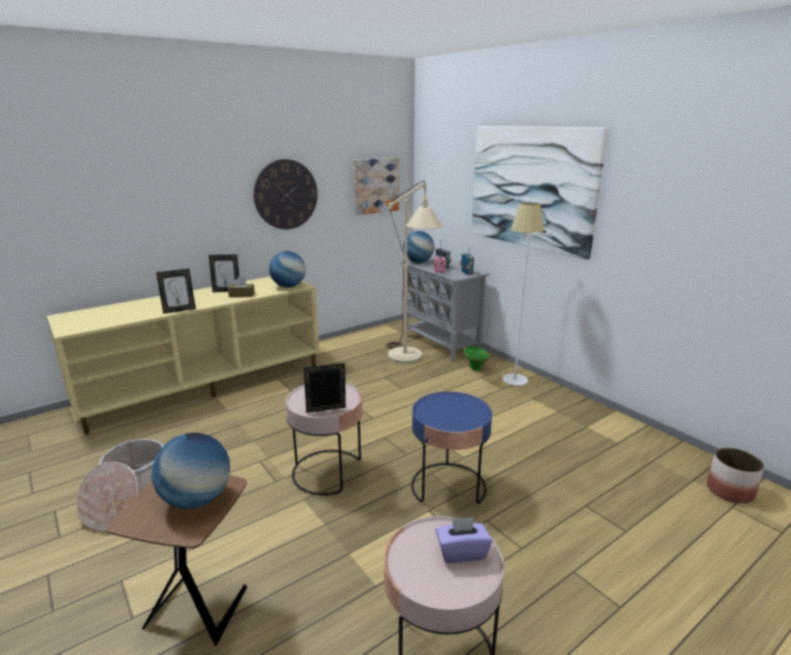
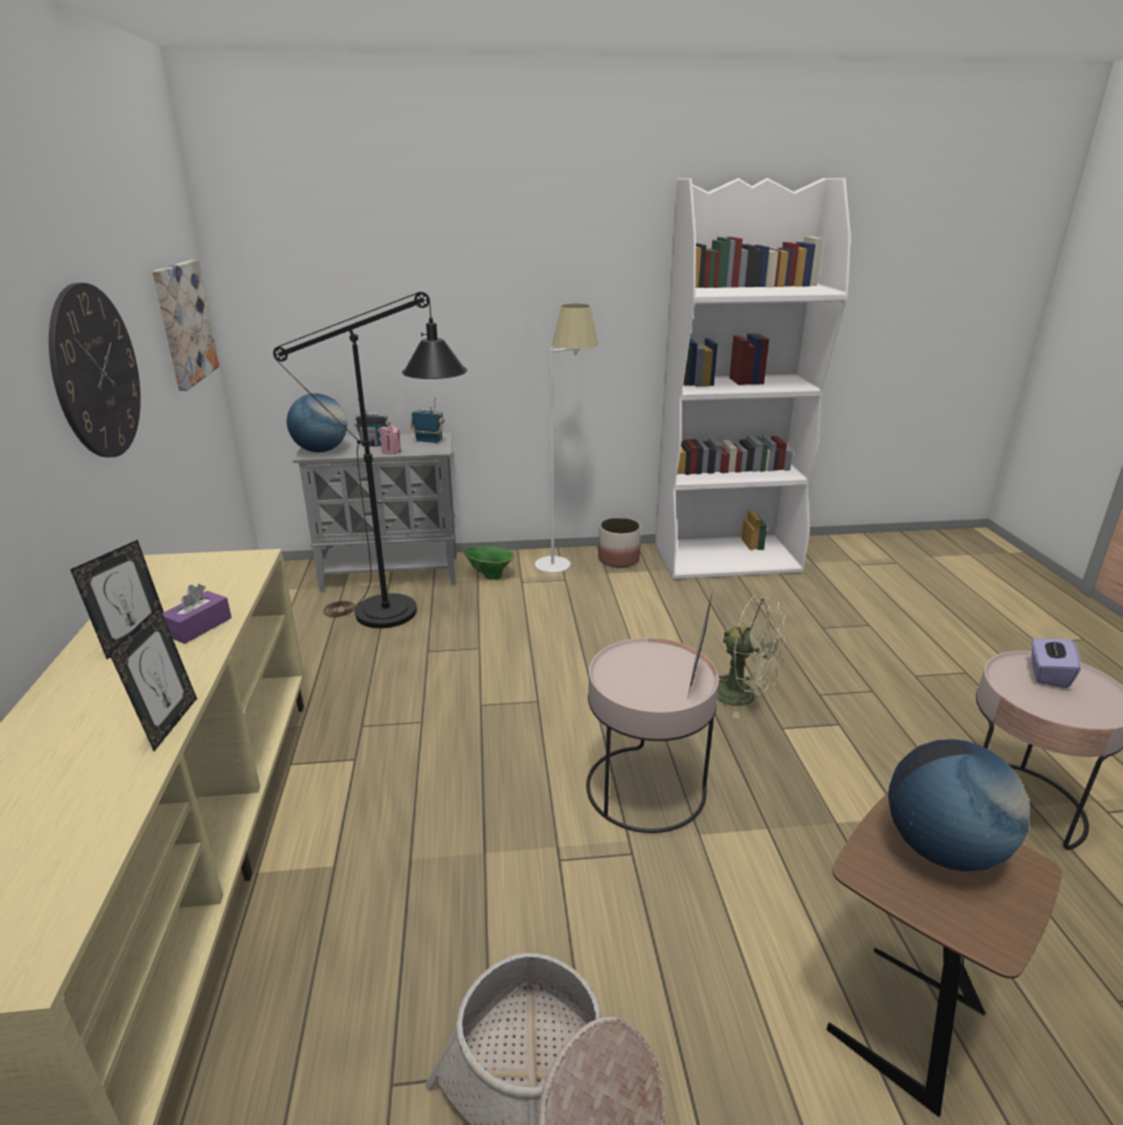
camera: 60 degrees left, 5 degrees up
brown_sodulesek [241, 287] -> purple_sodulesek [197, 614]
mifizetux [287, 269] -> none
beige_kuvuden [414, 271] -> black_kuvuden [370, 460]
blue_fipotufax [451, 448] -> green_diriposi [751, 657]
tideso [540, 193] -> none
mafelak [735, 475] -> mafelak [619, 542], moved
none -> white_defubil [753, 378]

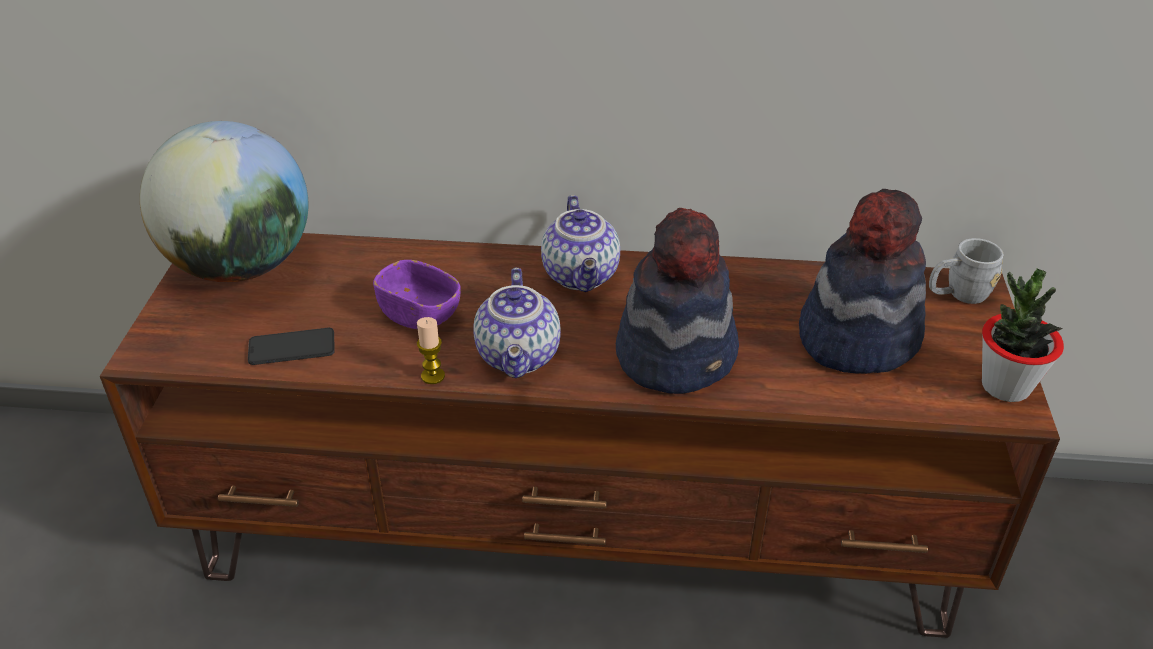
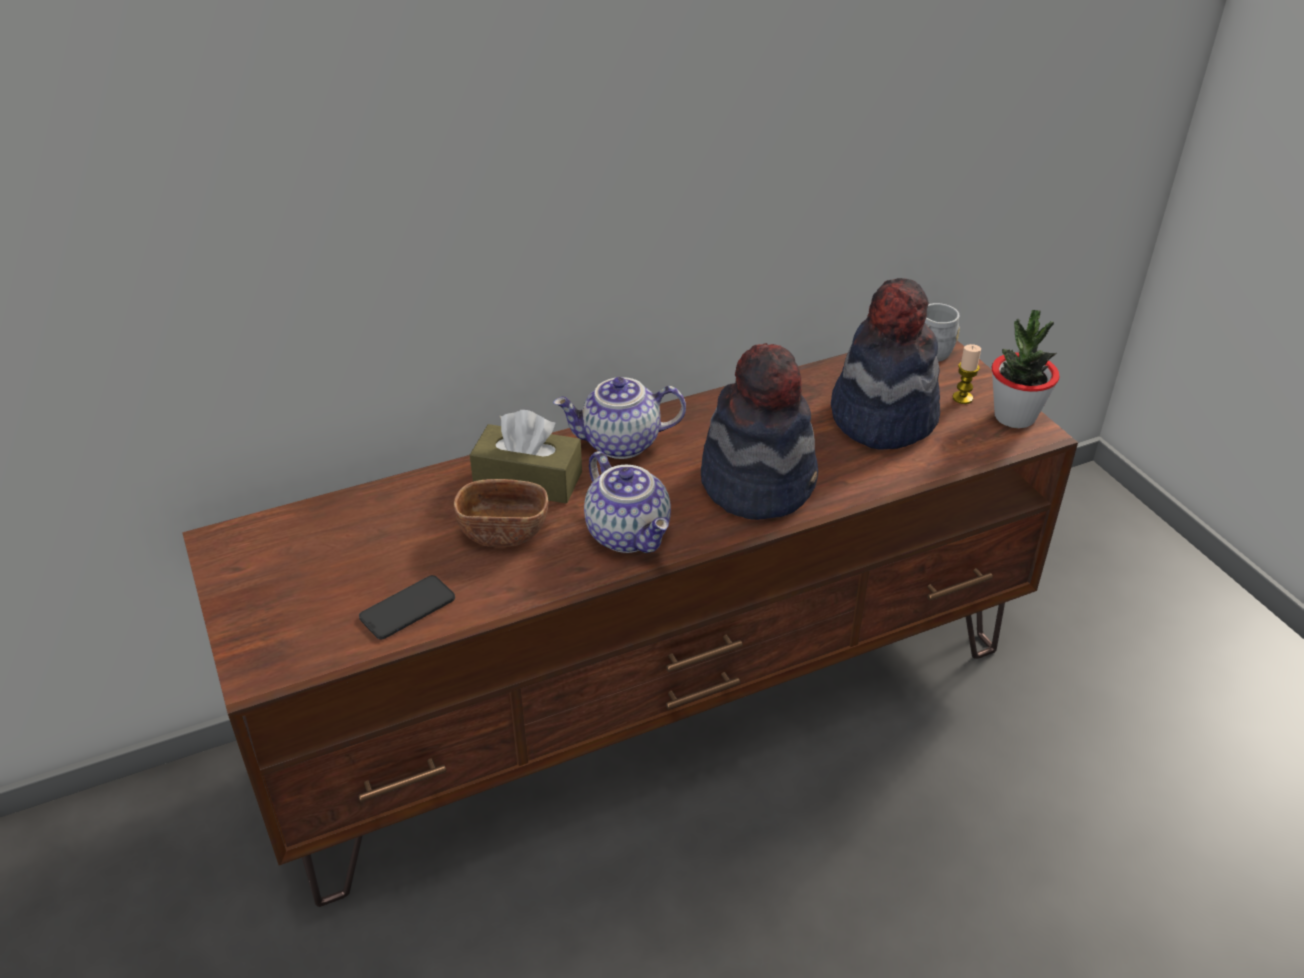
camera: 30 degrees left, 0 degrees up
mifizetux [224, 201] -> none
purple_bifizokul [417, 294] -> brown_bifizokul [501, 513]
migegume [431, 350] -> migegume [967, 374], moved
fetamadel [580, 243] -> fetamadel [619, 418], 120 degrees clockwise
none -> brown_sodulesek [526, 456]

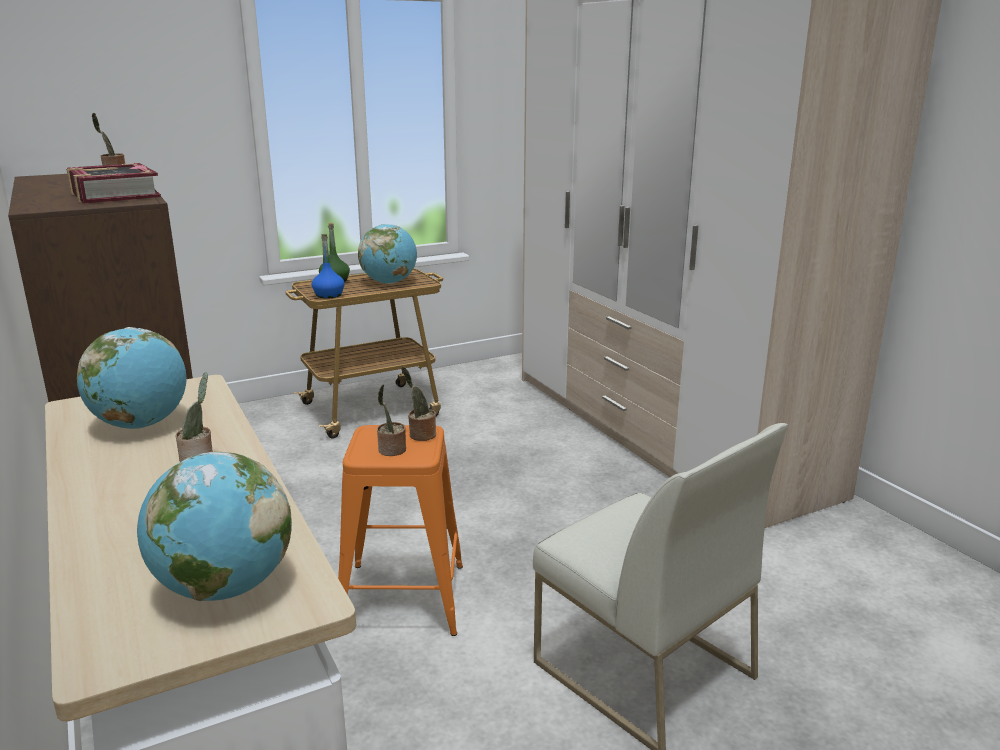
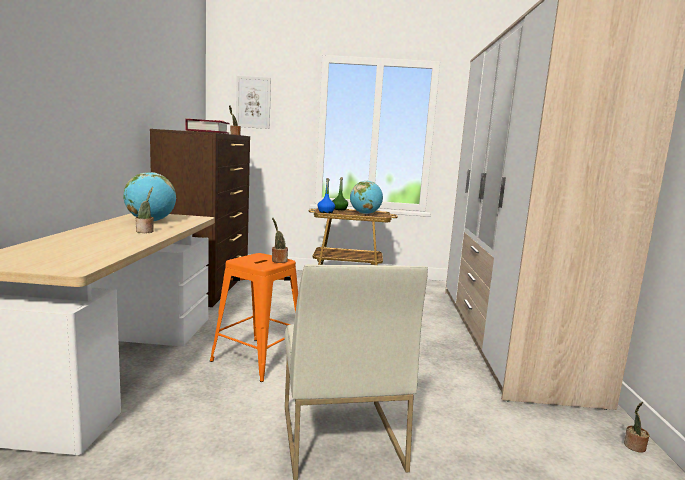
camera: 30 degrees right, 10 degrees down
mifizetux [214, 526] -> none
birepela [391, 420] -> birepela [637, 427], moved
none -> tideso [253, 102]

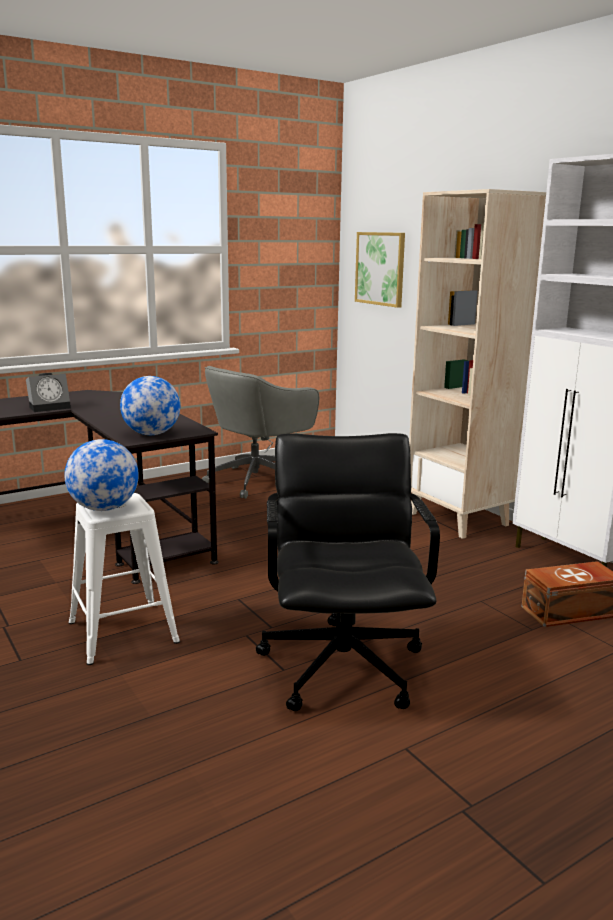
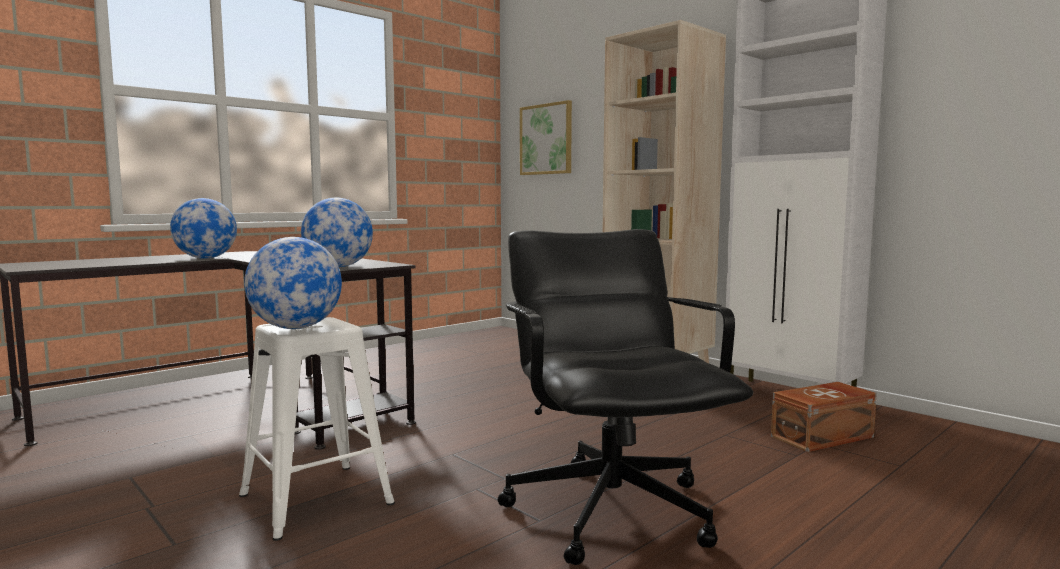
camera: 10 degrees left, 10 degrees down
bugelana [48, 392] -> mifizetux [203, 228]
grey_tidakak [260, 432] -> none

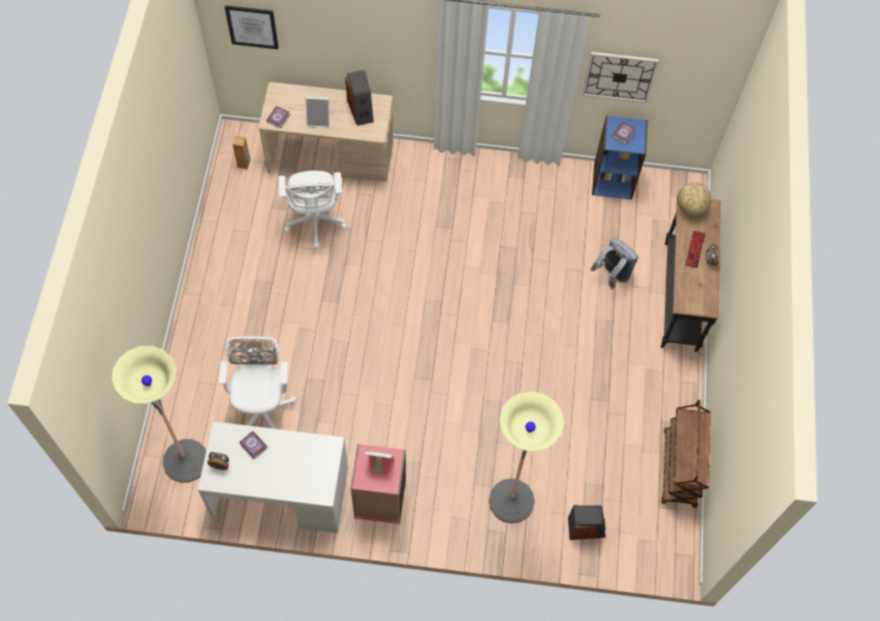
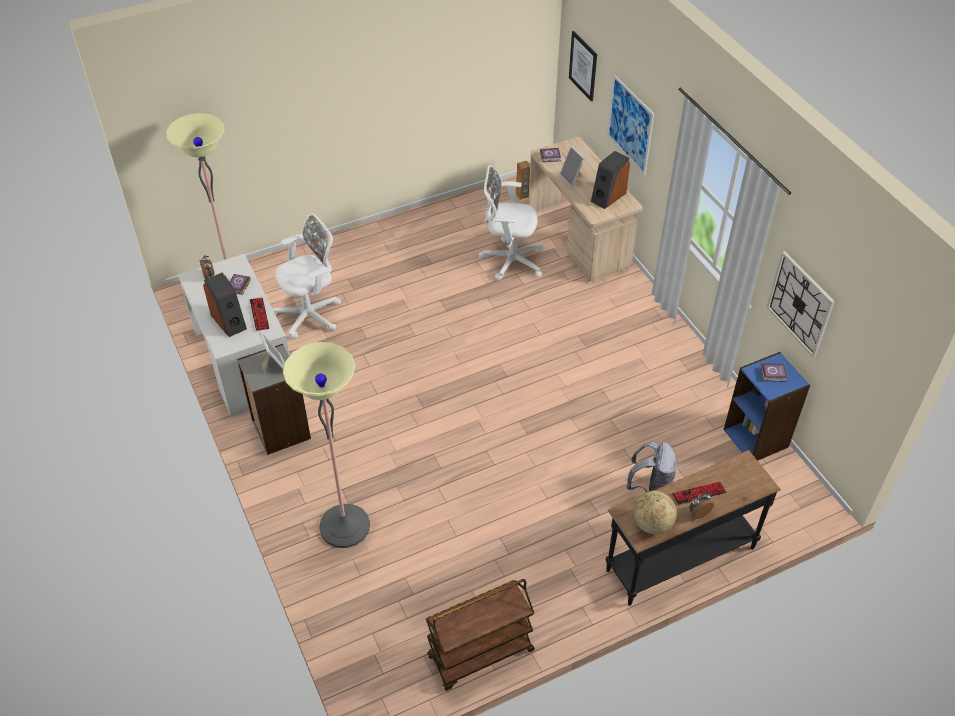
camera: 60 degrees right, 15 degrees down
white_tidakak [312, 209] -> white_tidakak [510, 222], 45 degrees clockwise
red_defubil [378, 484] -> grey_defubil [274, 399]
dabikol [587, 522] -> dabikol [225, 305], moved
mifizetux [694, 199] -> mifizetux [655, 512], moved
none -> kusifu [259, 314]
none -> tideso [630, 125]

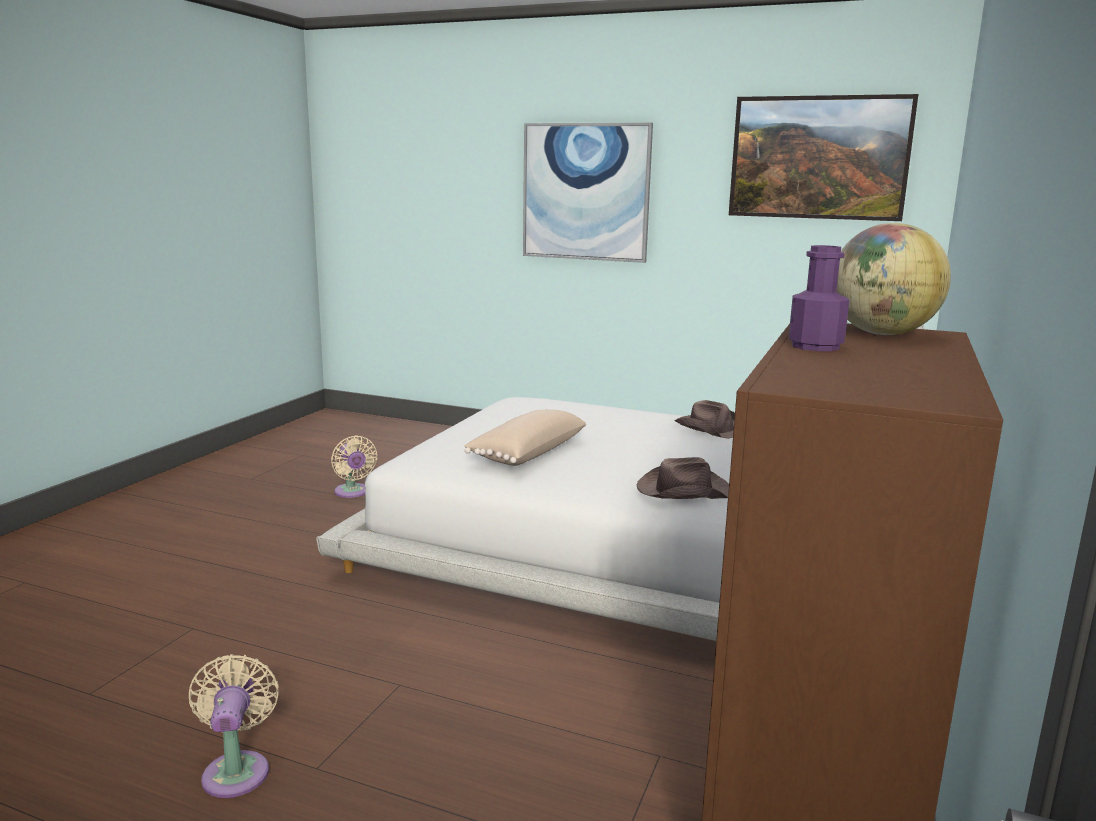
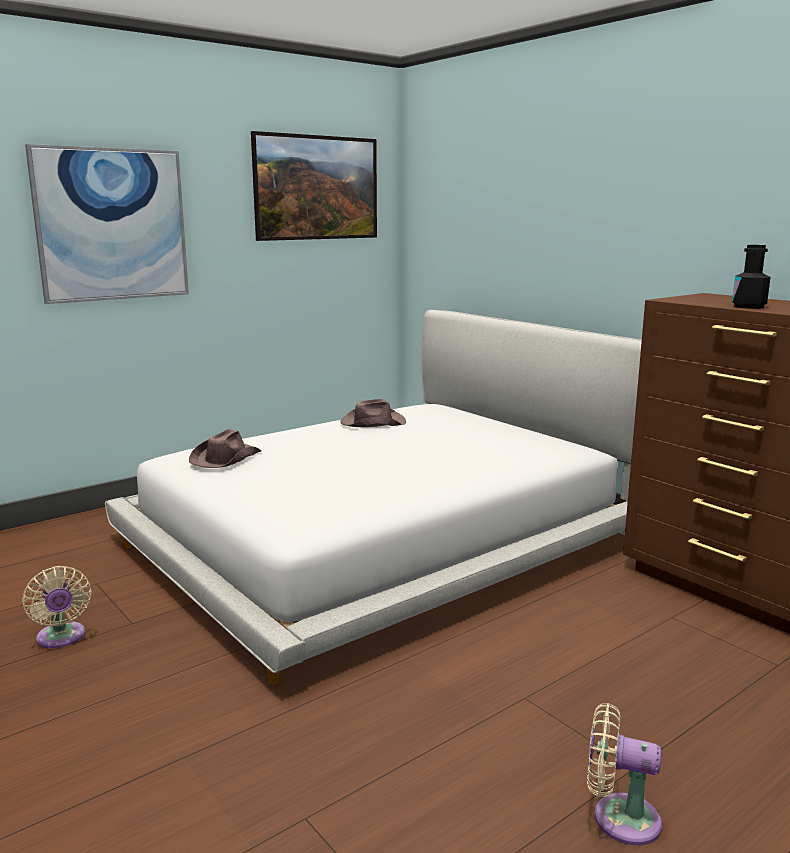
camera: 60 degrees left, 0 degrees up
beige_diriposi [354, 466] -> beige_diriposi [57, 607], 60 degrees clockwise
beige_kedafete [525, 437] -> none
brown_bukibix [683, 478] -> brown_bukibix [225, 448], moved
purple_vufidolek [819, 298] -> black_vufidolek [751, 277]
mifizetux [893, 279] -> none

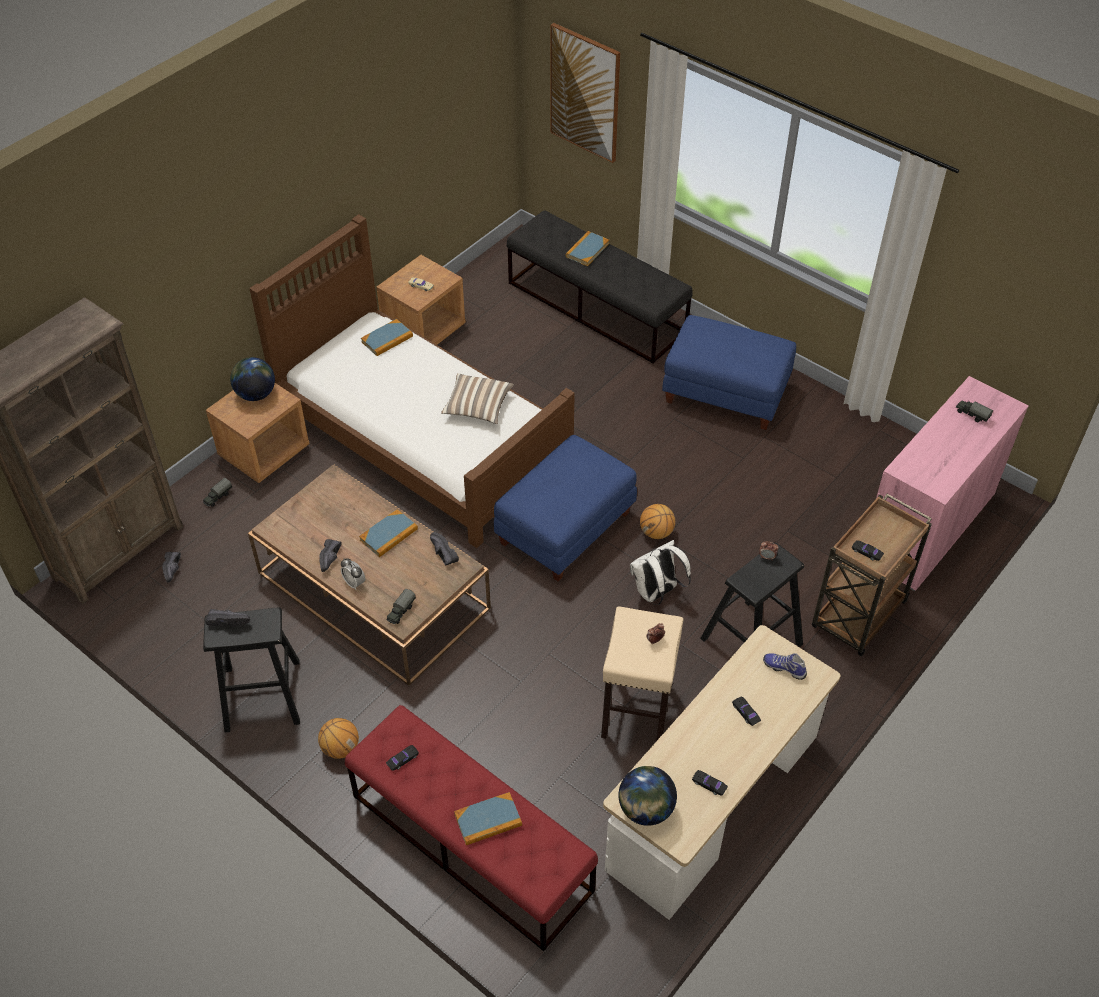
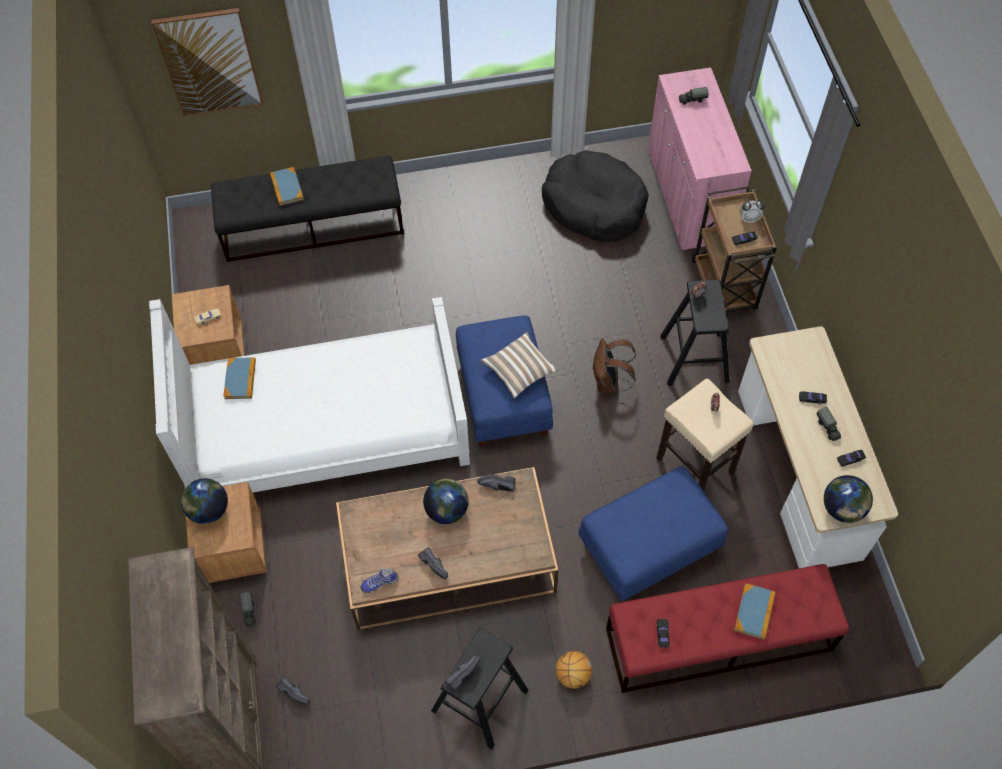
camera: 50 degrees left, 10 degrees up
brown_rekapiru [412, 381] -> white_rekapiru [309, 395]
bugelana [353, 573] -> bugelana [752, 211], moved
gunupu [388, 533] -> mifizetux [446, 501]
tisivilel [401, 606] -> tisivilel [828, 424], moved
kedafete [477, 398] -> kedafete [520, 365], moved
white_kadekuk [660, 572] -> brown_kadekuk [614, 365]
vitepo [657, 521] -> none
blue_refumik [729, 372] -> blue_refumik [653, 534], moved
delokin [785, 666] -> delokin [379, 581], moved
none -> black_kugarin [595, 196]

